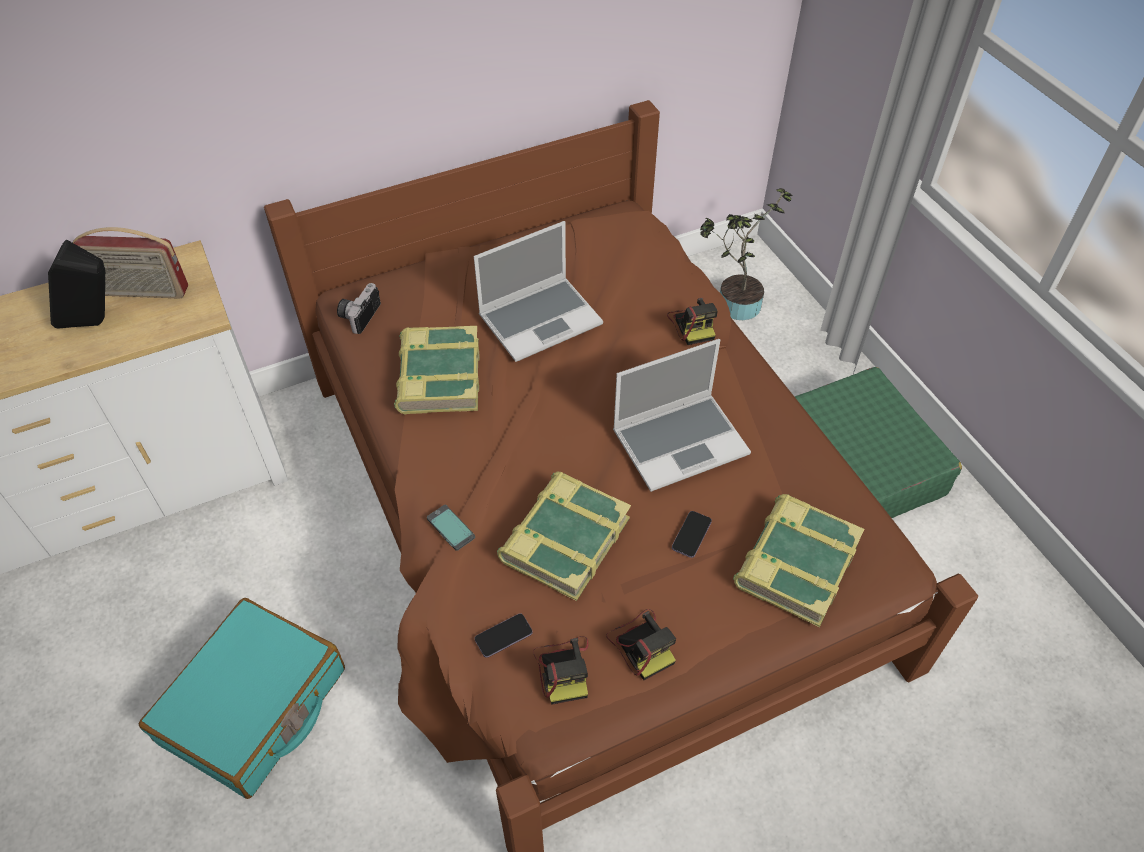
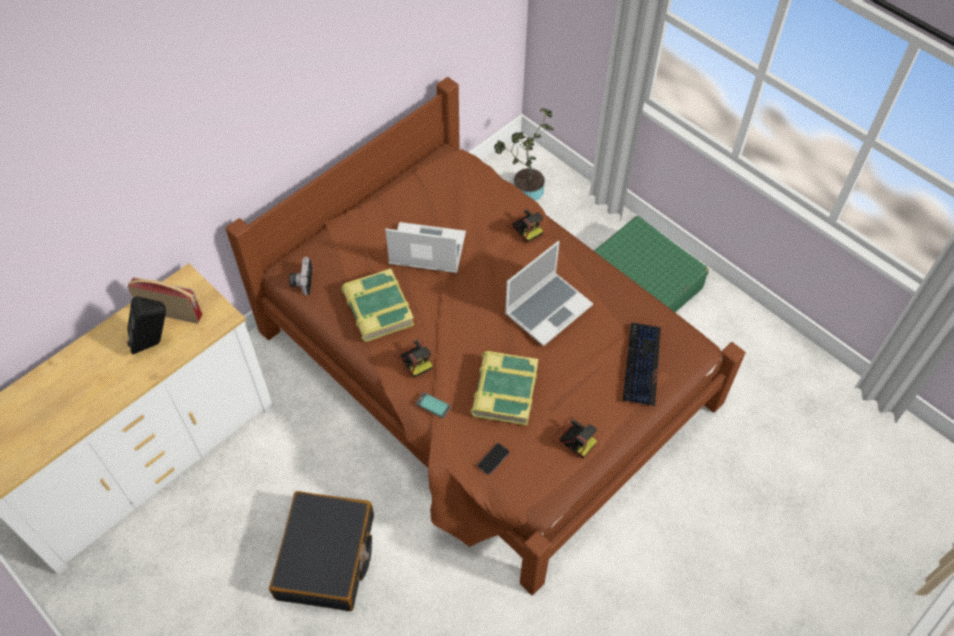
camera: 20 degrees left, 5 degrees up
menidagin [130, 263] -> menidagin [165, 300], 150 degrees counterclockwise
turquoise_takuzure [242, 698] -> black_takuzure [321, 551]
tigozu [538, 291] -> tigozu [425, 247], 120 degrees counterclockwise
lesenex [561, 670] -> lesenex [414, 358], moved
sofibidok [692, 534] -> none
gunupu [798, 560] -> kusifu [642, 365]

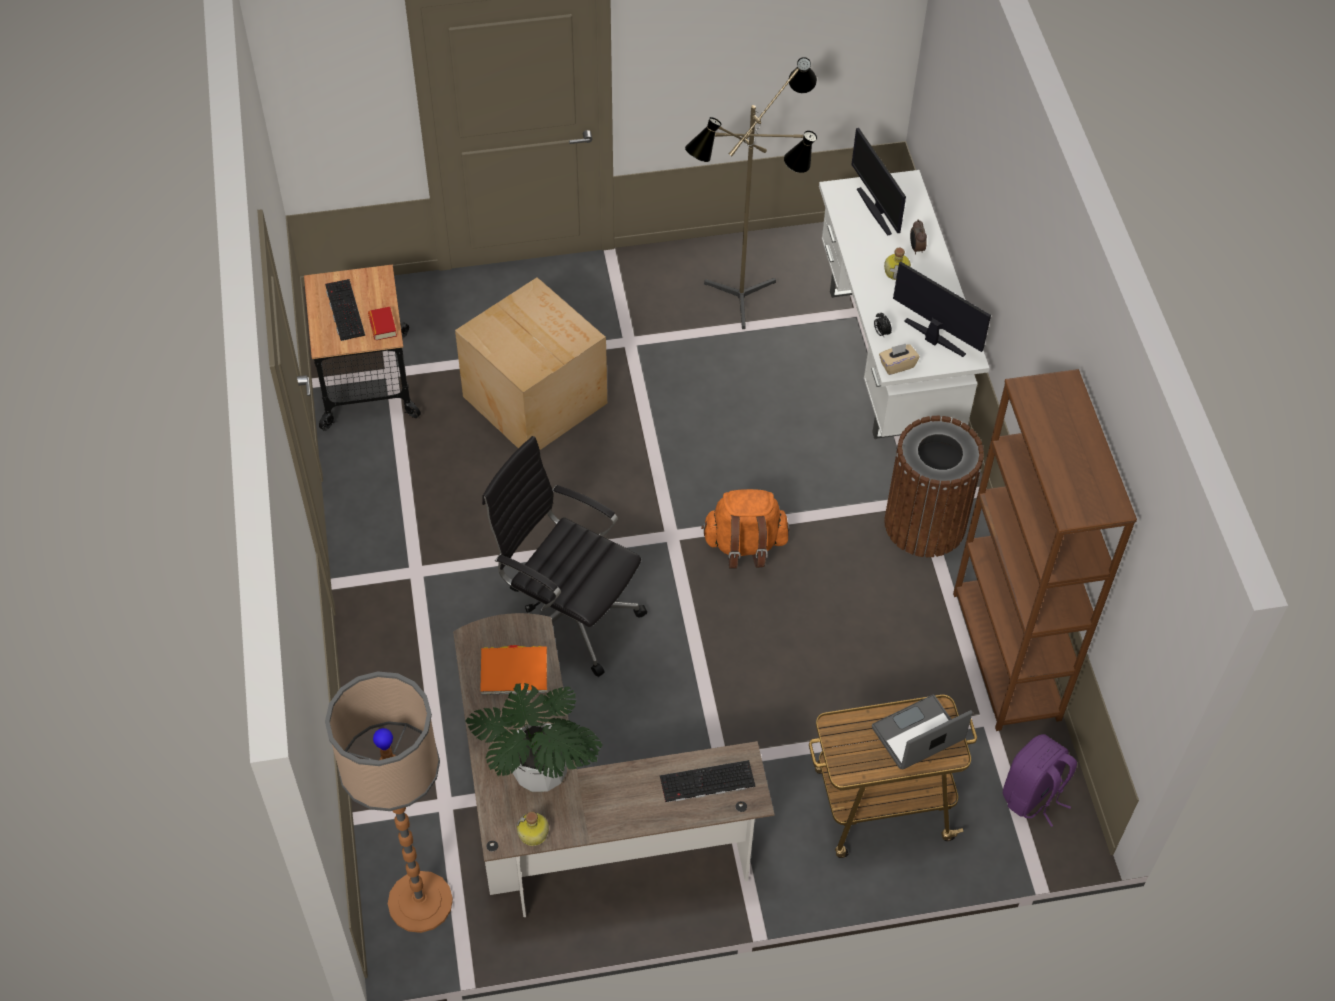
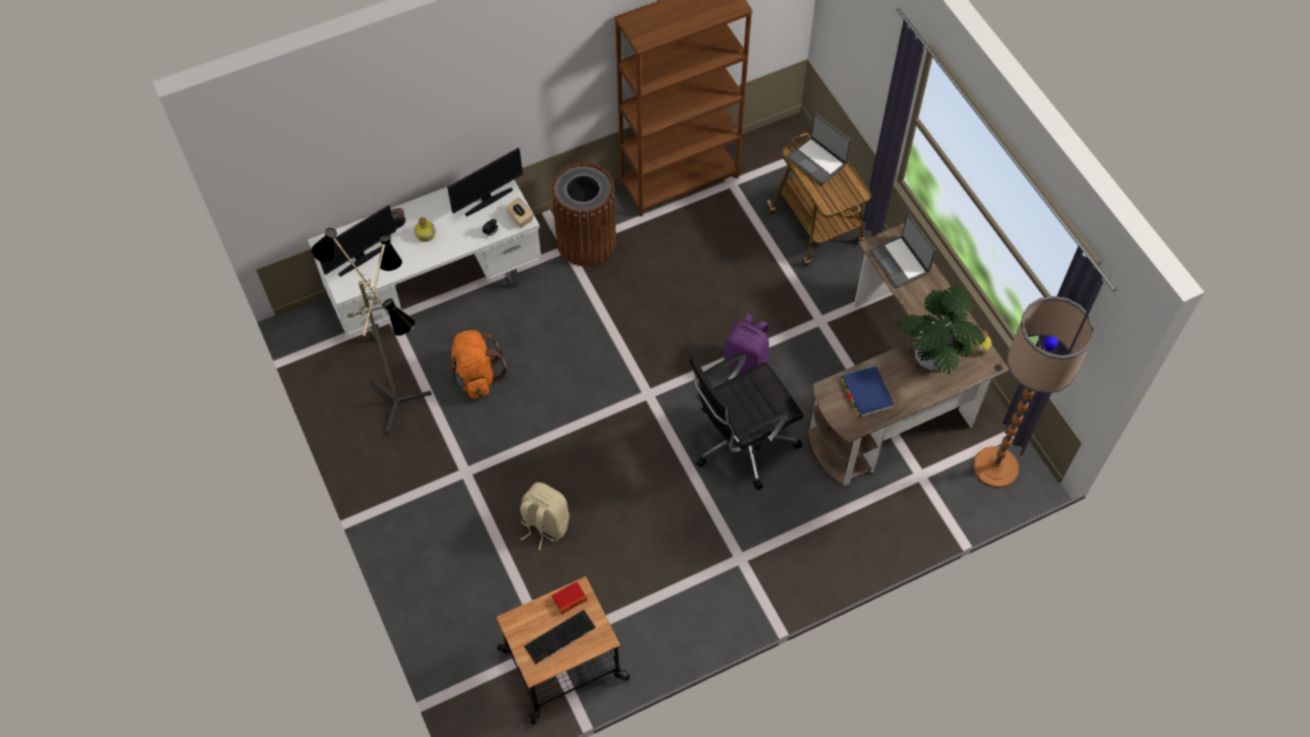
camera: 105 degrees left, 5 degrees up
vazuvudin [531, 363] -> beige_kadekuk [544, 516]
orange_gunupu [513, 670] -> blue_gunupu [867, 391]
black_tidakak [564, 556] -> black_tidakak [746, 421], 45 degrees clockwise
kusifu [707, 781] -> tigozu [903, 250]
orange_kadekuk [745, 528] -> orange_kadekuk [476, 364], moved
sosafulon [942, 309] -> sosafulon [485, 182], 150 degrees counterclockwise
purple_kadekuk [1040, 780] -> purple_kadekuk [746, 343], moved

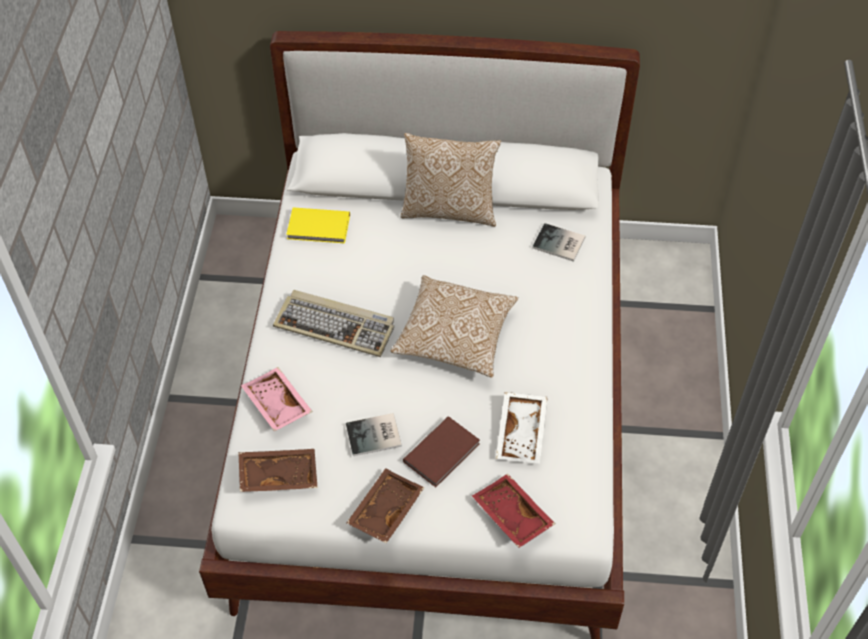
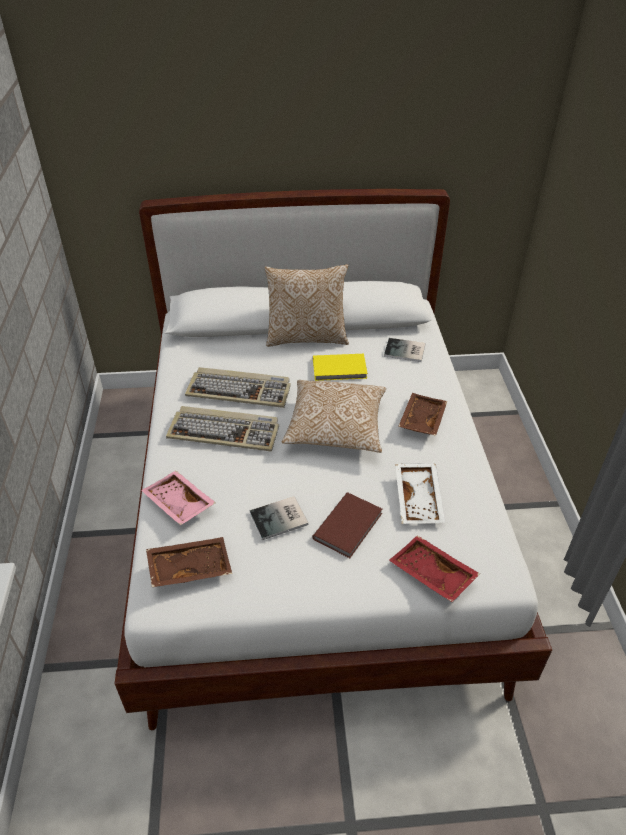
camera: 10 degrees left, 10 degrees down
yellow_gunupu [318, 225] -> yellow_gunupu [340, 367], moved
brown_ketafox [385, 505] -> brown_ketafox [422, 414], moved
none -> kusifu [238, 387]

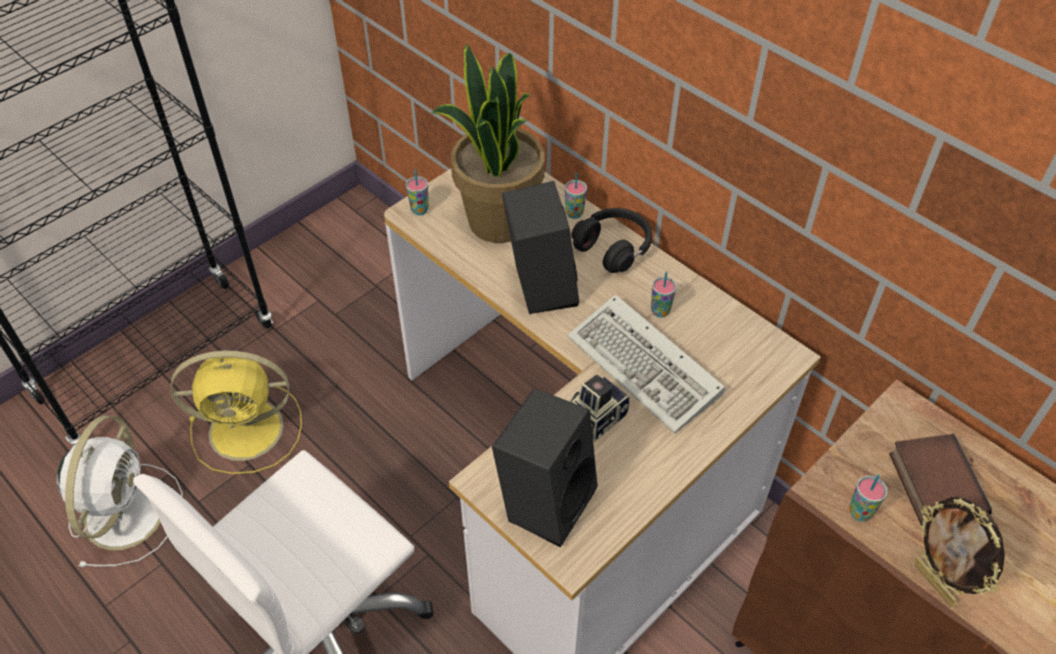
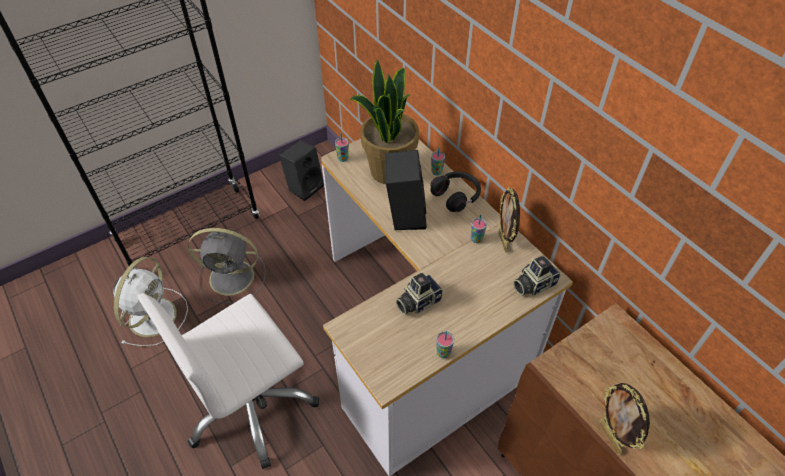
camera: 10 degrees right, 0 degrees up
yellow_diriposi [236, 412] -> grey_diriposi [227, 266]
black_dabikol [545, 467] -> black_dabikol [301, 170], moved
kusifu [646, 363] -> none
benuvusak [868, 498] -> benuvusak [445, 345], moved
gunupu [940, 481] -> none
none -> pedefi [509, 219]
none -> lesenex [537, 276]

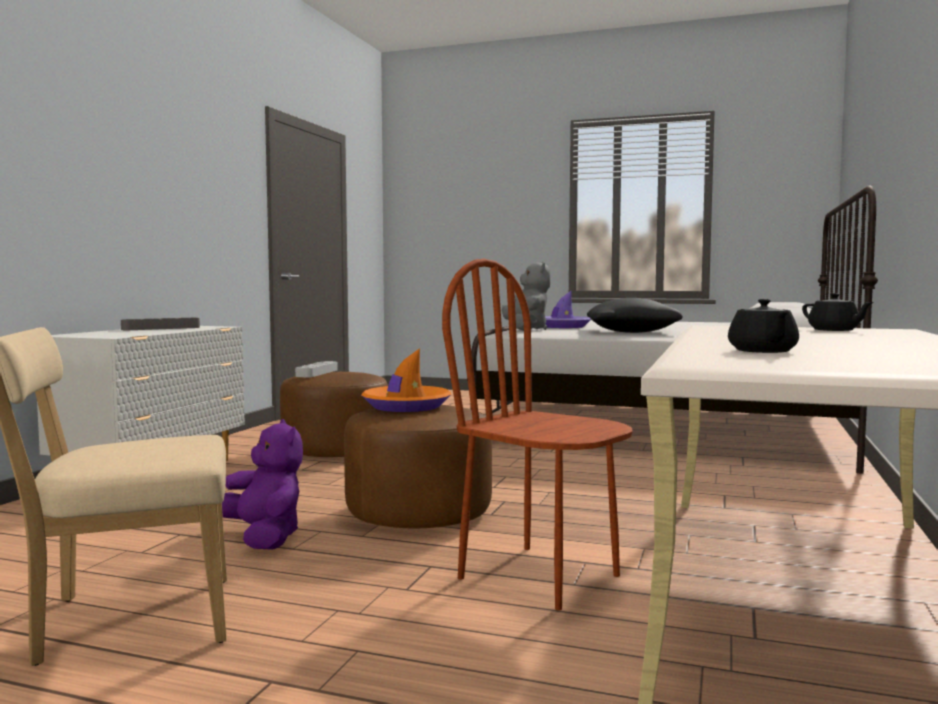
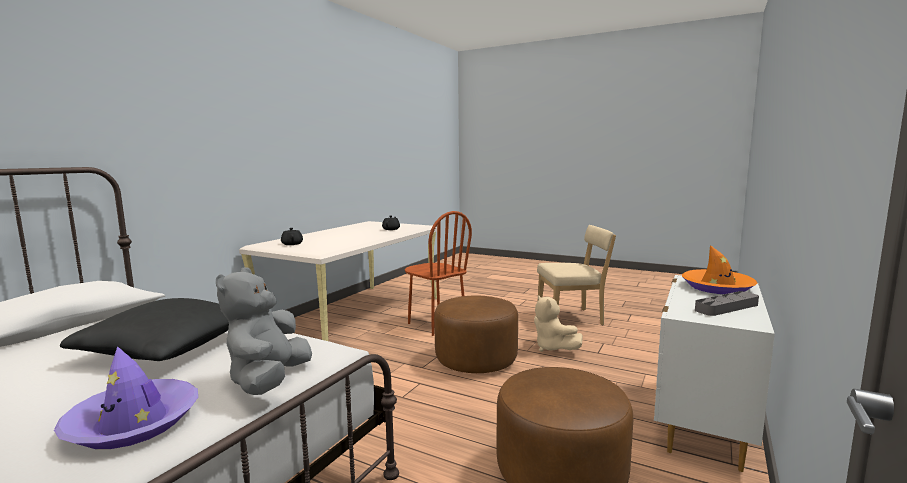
camera: 170 degrees left, 5 degrees up
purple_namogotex [262, 484] -> beige_namogotex [558, 323]
grey_ketafox [316, 369] -> none
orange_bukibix [406, 380] -> orange_bukibix [720, 269], moved

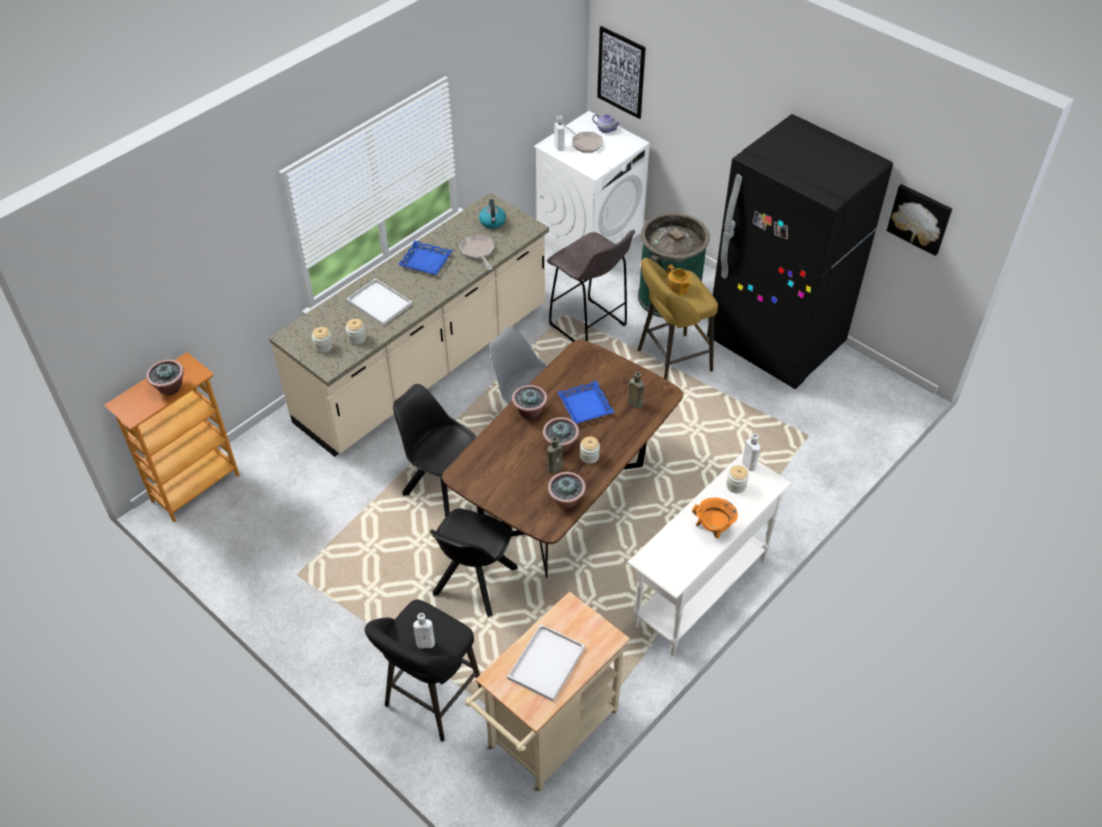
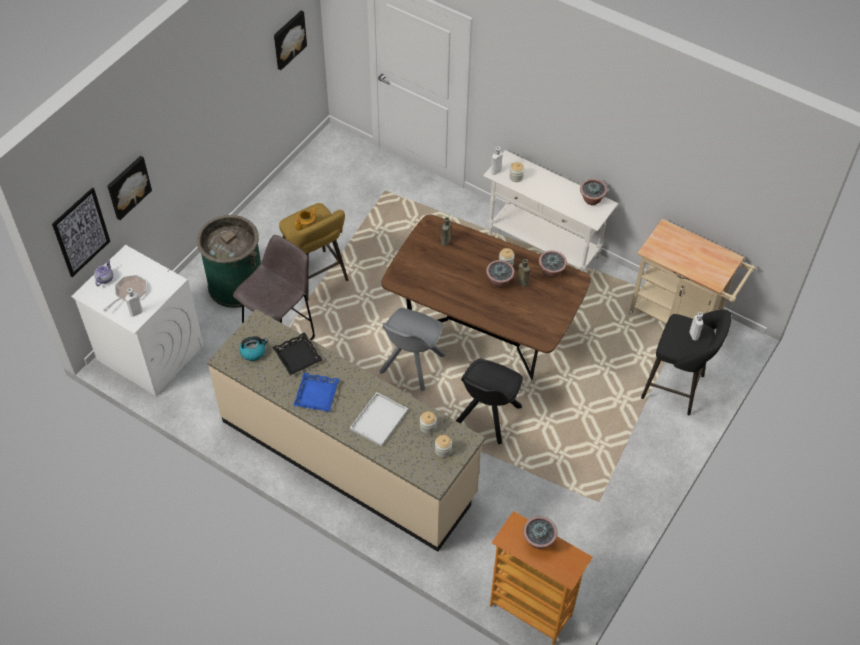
camera: 100 degrees left, 5 degrees up
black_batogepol [474, 562] -> none
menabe [477, 252] -> black_ketafox [297, 353]
white_ketafox [546, 662] -> none
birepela [529, 402] -> birepela [593, 192], moved
blue_ketafox [586, 402] -> none
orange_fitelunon [715, 517] -> none
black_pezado [800, 251] -> none
none -> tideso [129, 188]

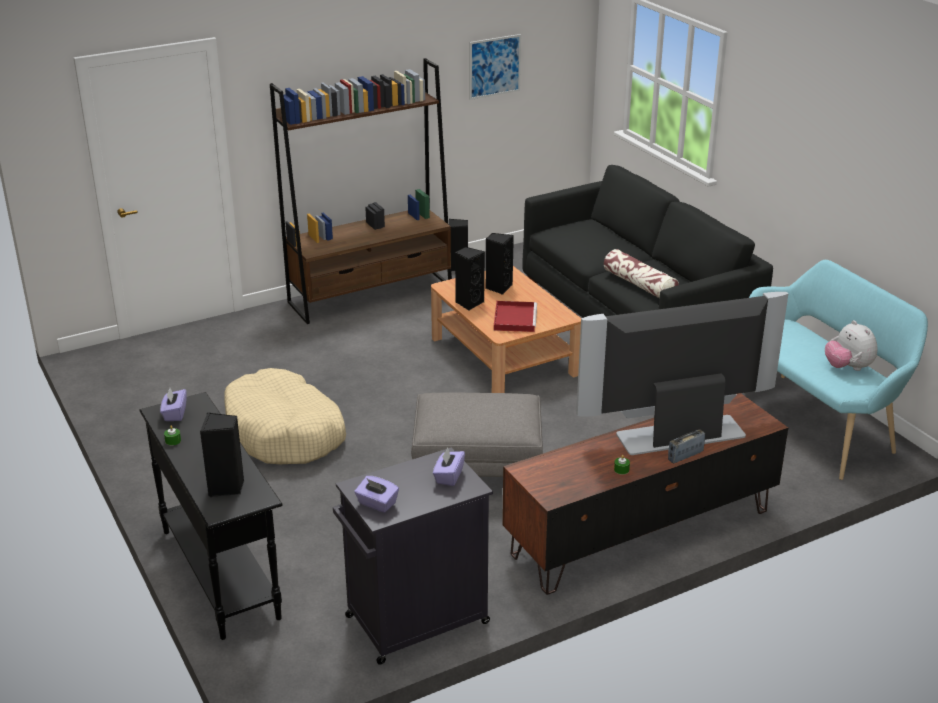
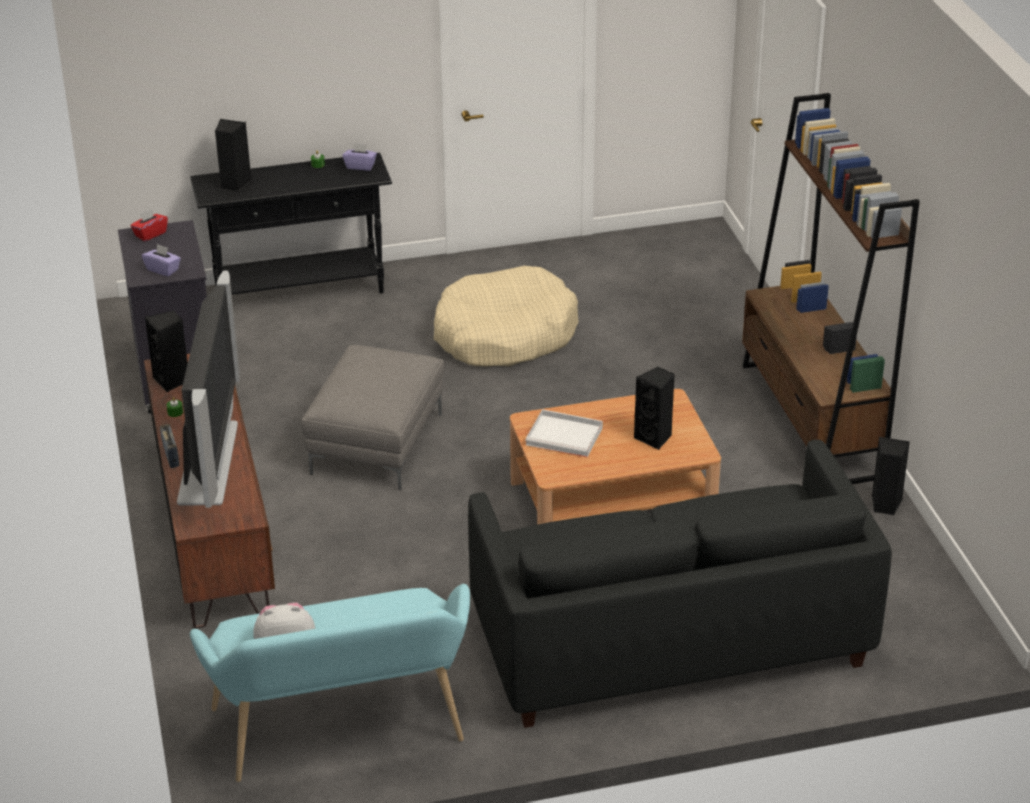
camera: 105 degrees right, 5 degrees up
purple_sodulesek [376, 494] -> red_sodulesek [149, 225]
black_dabikol [470, 278] -> black_dabikol [166, 351], moved
tideso [495, 67] -> none
red_ketafox [515, 316] -> white_ketafox [564, 433]
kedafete [641, 273] -> none

